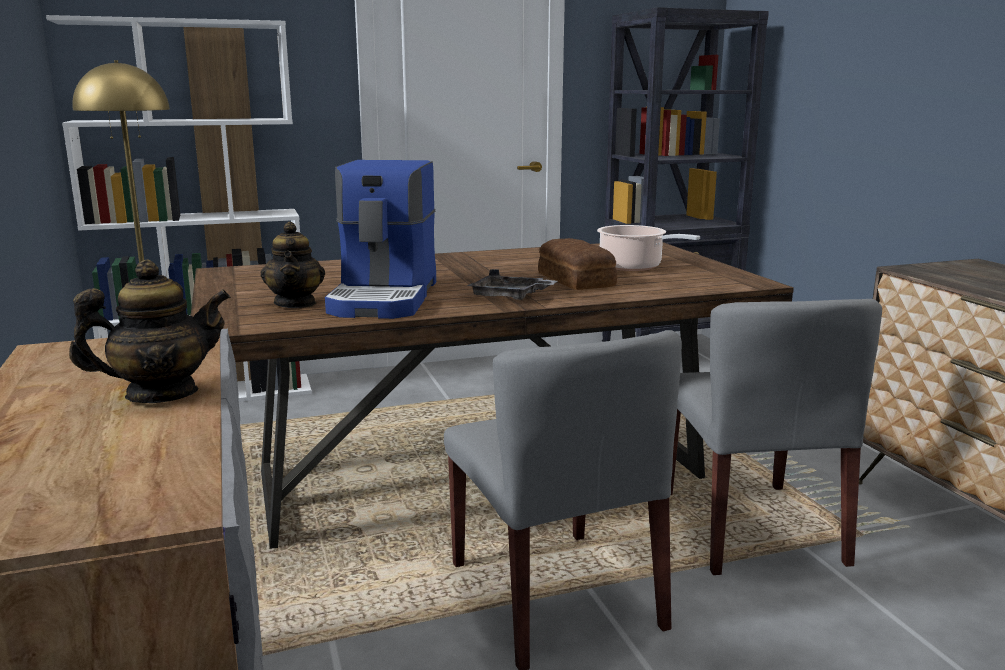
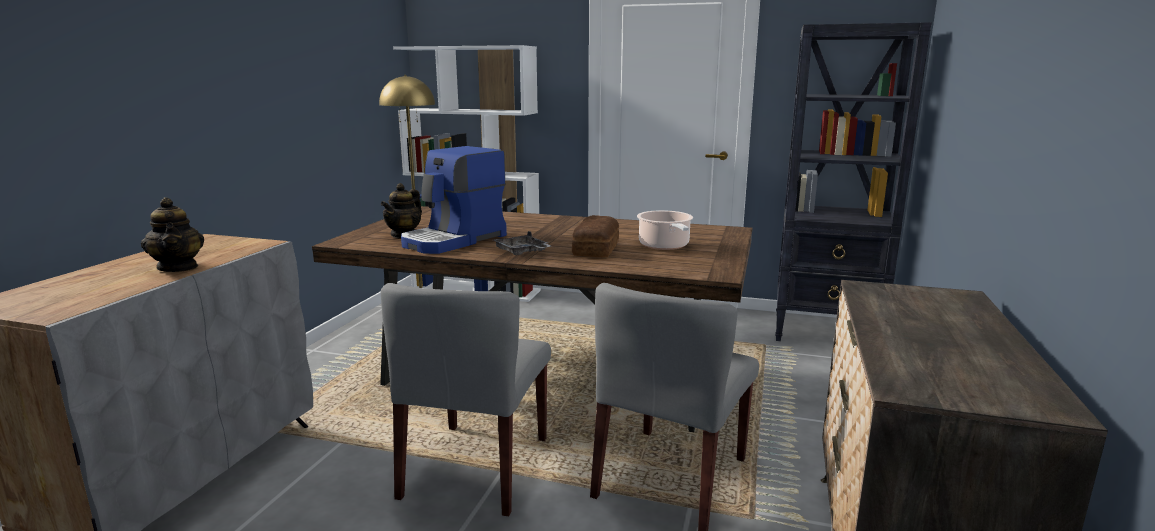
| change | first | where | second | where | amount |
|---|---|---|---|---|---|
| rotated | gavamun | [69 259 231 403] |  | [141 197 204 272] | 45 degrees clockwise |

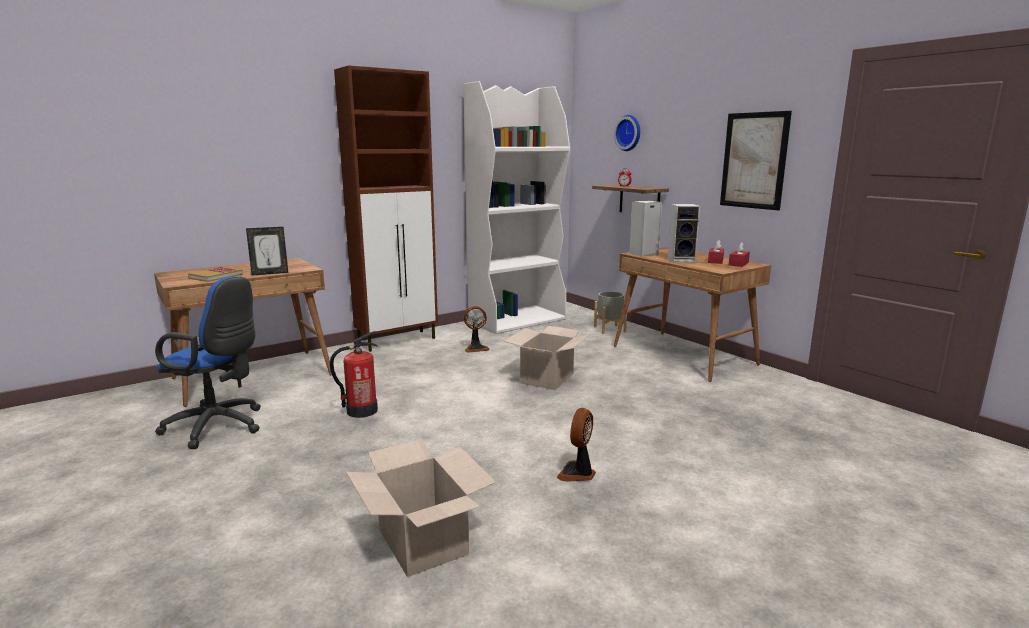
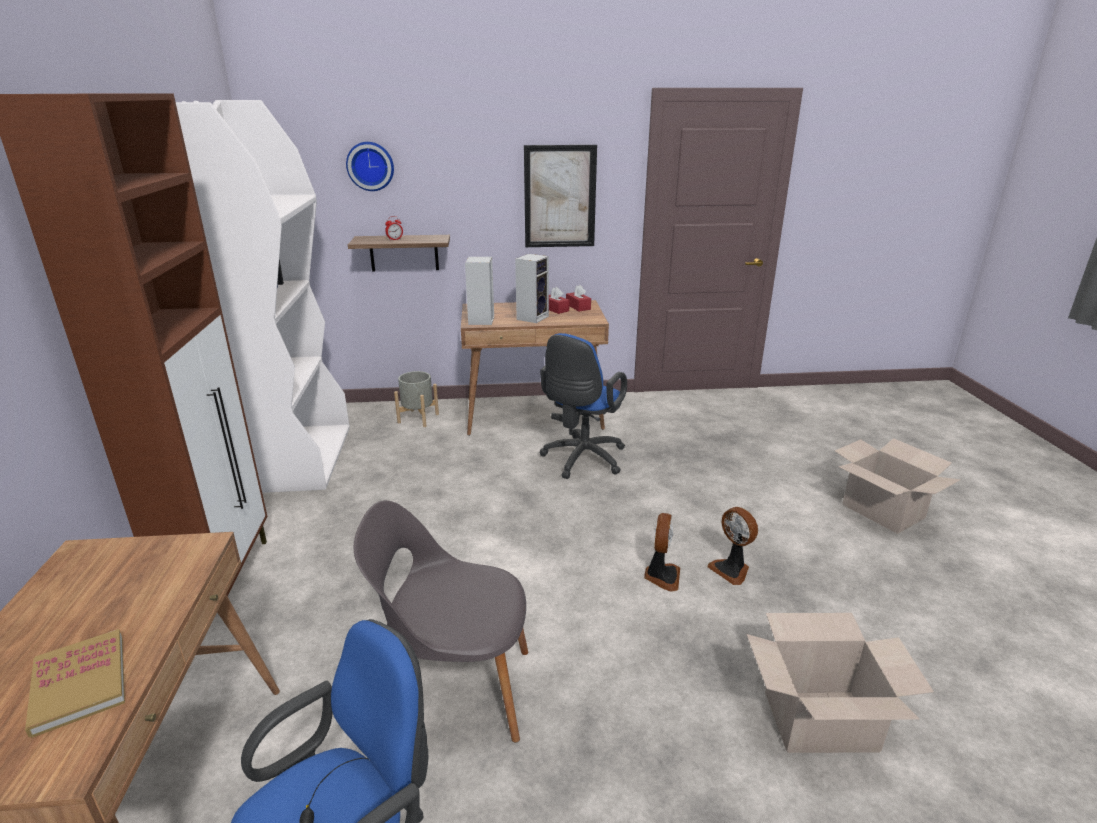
| change | first | where | second | where | amount |
|---|---|---|---|---|---|
| gone | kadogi | [246 227 288 276] |  |  |  |
| swapped | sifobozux | [330 331 378 418] | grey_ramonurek | [354 500 528 743] |  |
| shifted | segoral | [464 306 490 353] |  | [644 513 680 592] |  |
| shifted | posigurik | [504 326 591 390] |  | [835 438 961 534] |  |
| new |  |  | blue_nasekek | [539 333 627 479] |  |

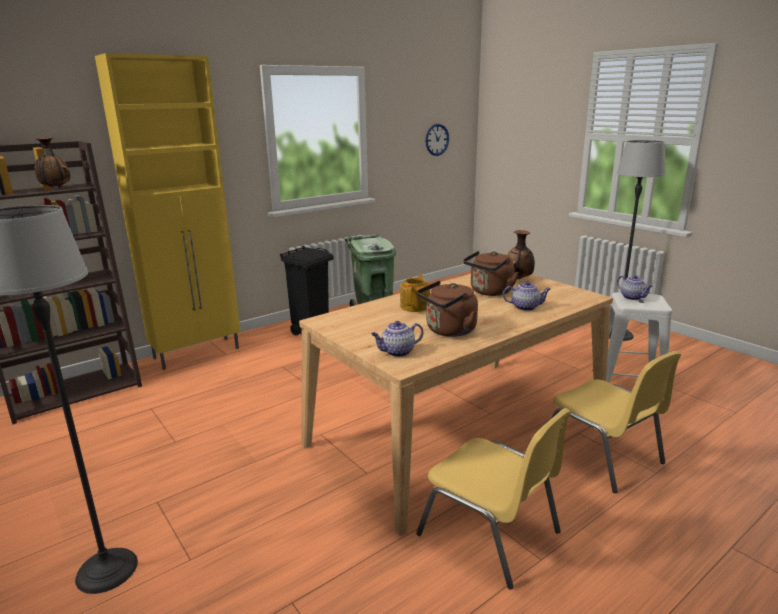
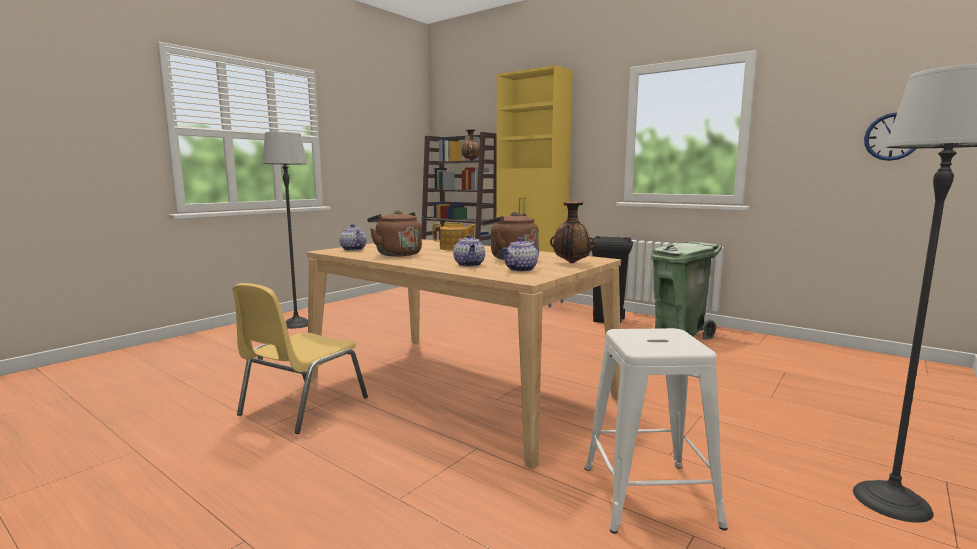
| change | first | where | second | where | amount |
|---|---|---|---|---|---|
| gone | yellow_ramonurek | [551 351 681 493] |  |  |  |
| shifted | gavamun | [617 275 653 300] |  | [502 237 539 272] |  |

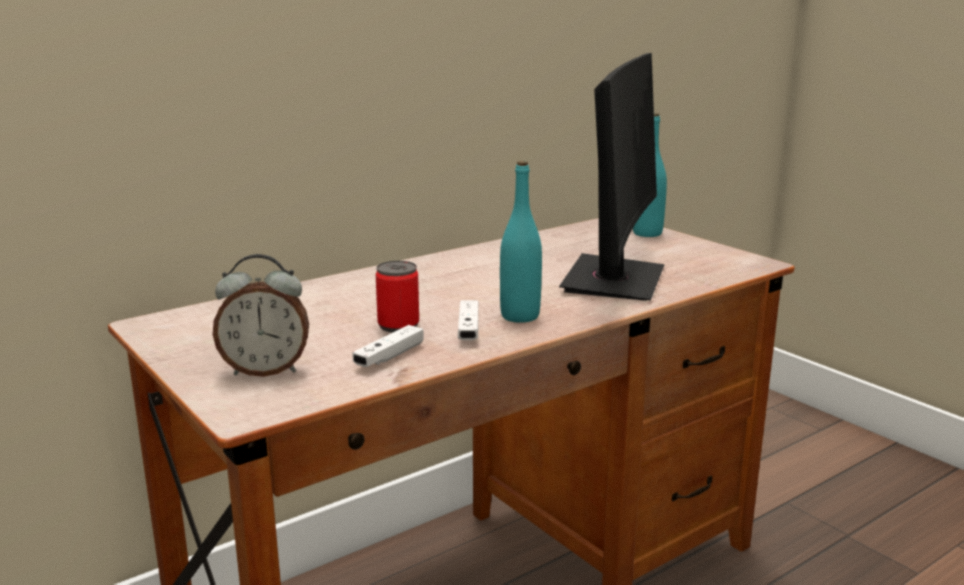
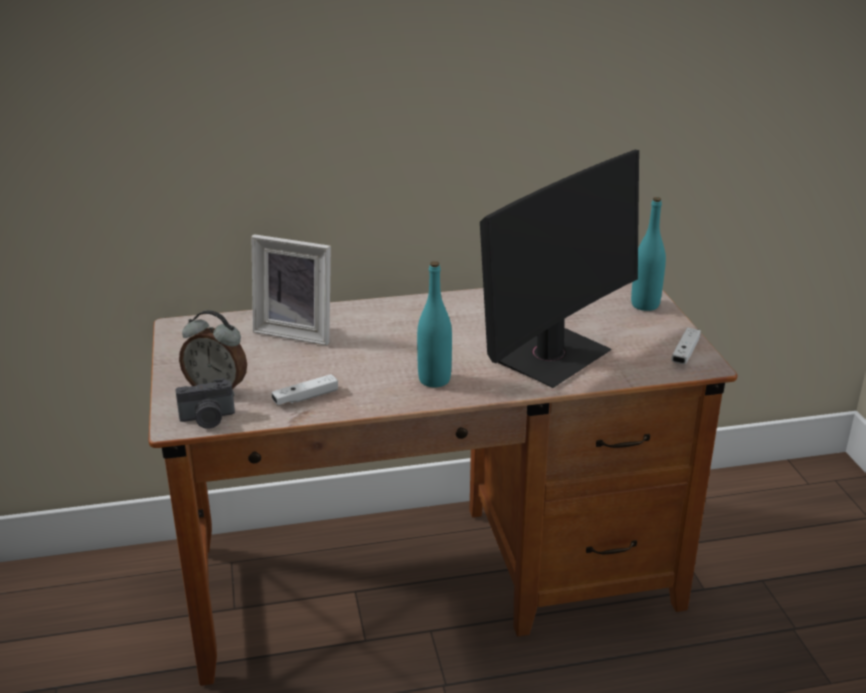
| change | first | where | second | where | amount |
|---|---|---|---|---|---|
| gone | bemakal | [376 261 419 333] |  |  |  |
| shifted | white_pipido | [458 300 479 340] |  | [671 327 701 364] |  |
| new |  |  | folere | [175 378 235 429] |  |
| new |  |  | kadogi | [251 234 331 345] |  |

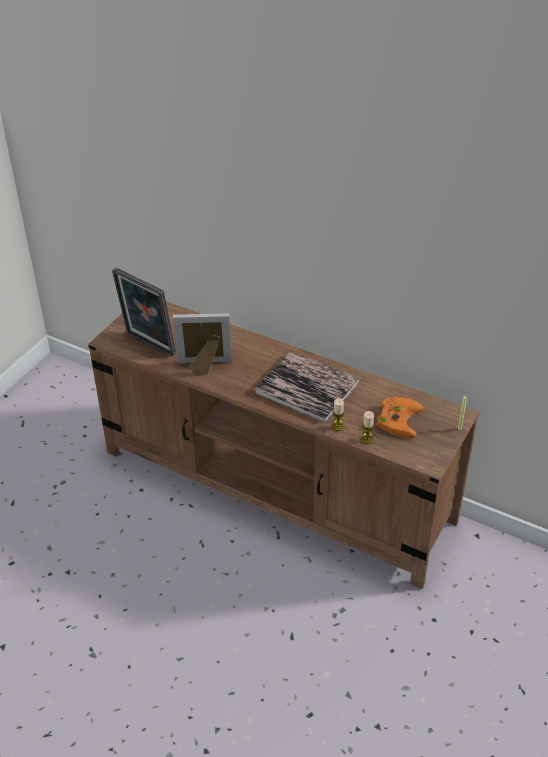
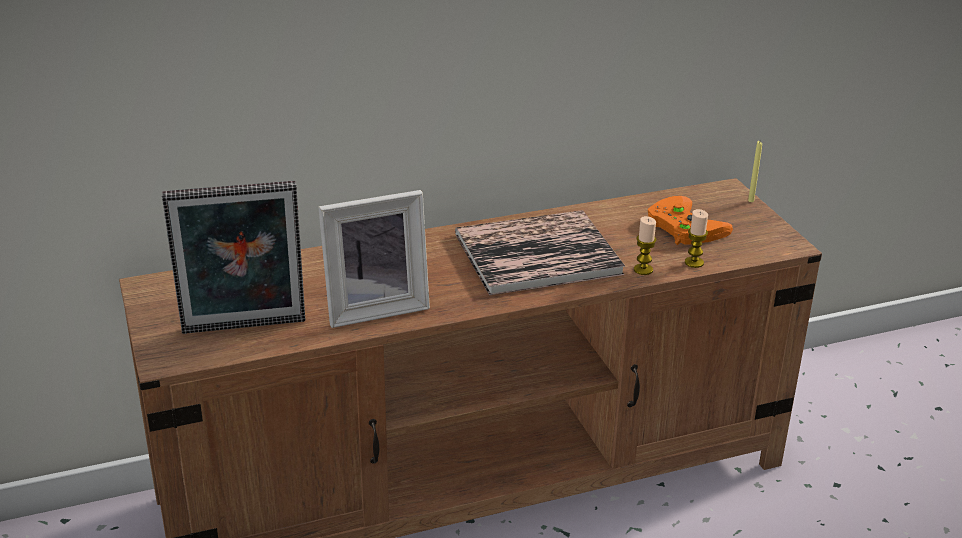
| change | first | where | second | where | amount |
|---|---|---|---|---|---|
| rotated | kadogi | [173 313 232 376] |  | [318 190 430 328] | 150 degrees counterclockwise |

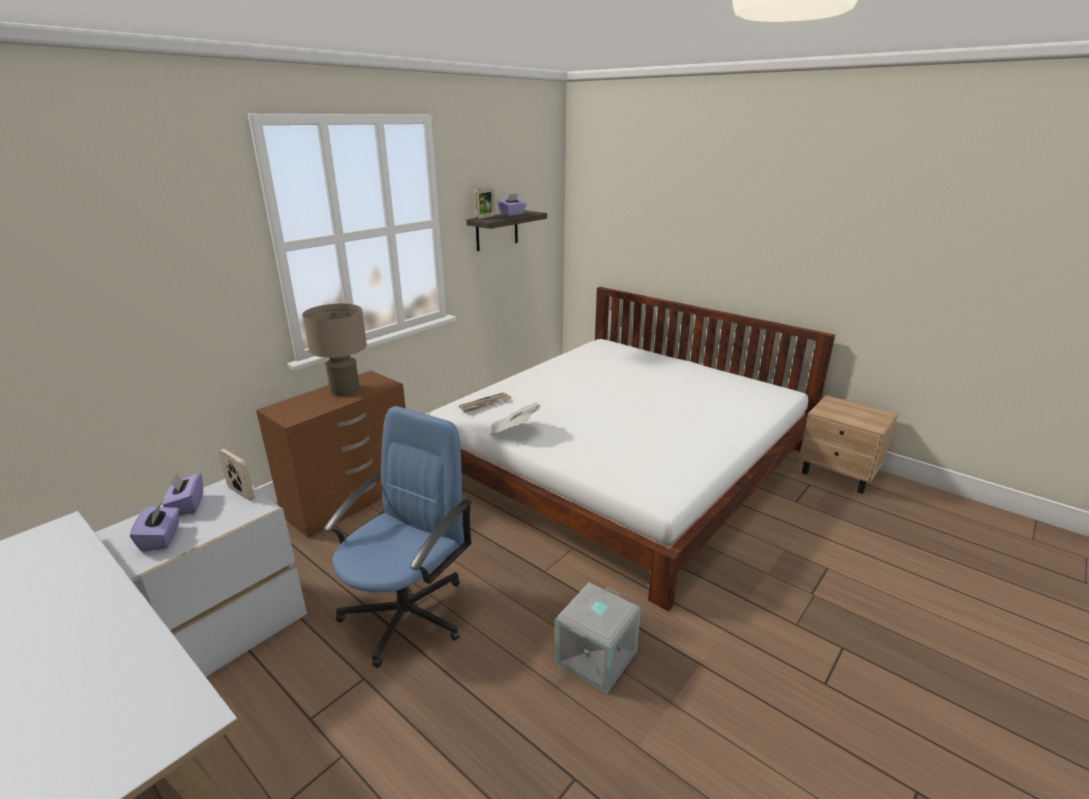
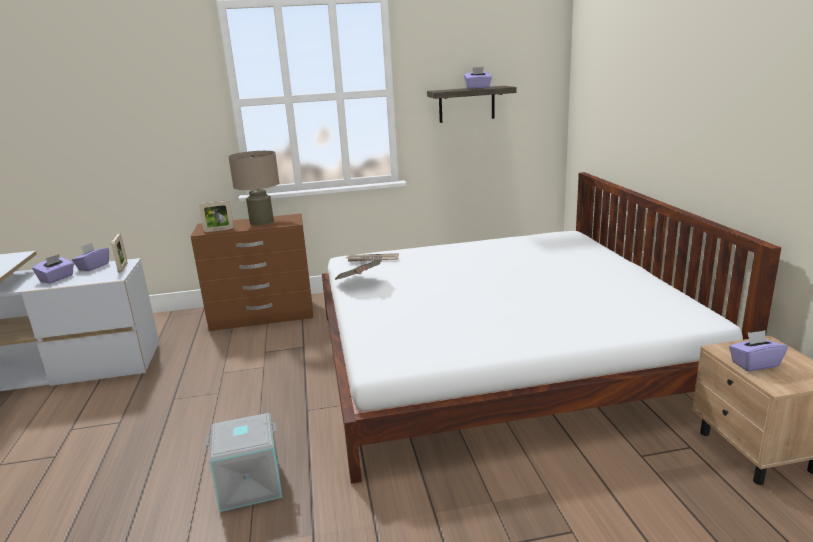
| change | first | where | second | where | amount |
|---|---|---|---|---|---|
| gone | blue_nasekek | [324 406 472 668] |  |  |  |
| shifted | kadogi | [474 187 495 219] |  | [199 200 233 232] |  |
| new |  |  | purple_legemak | [729 330 788 371] |  |

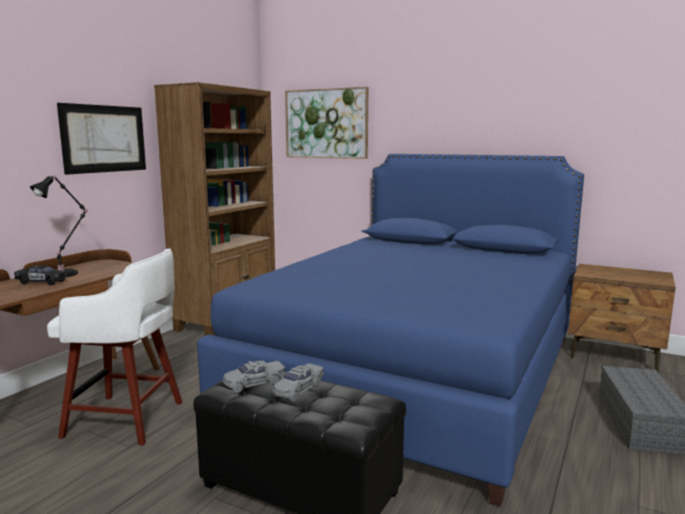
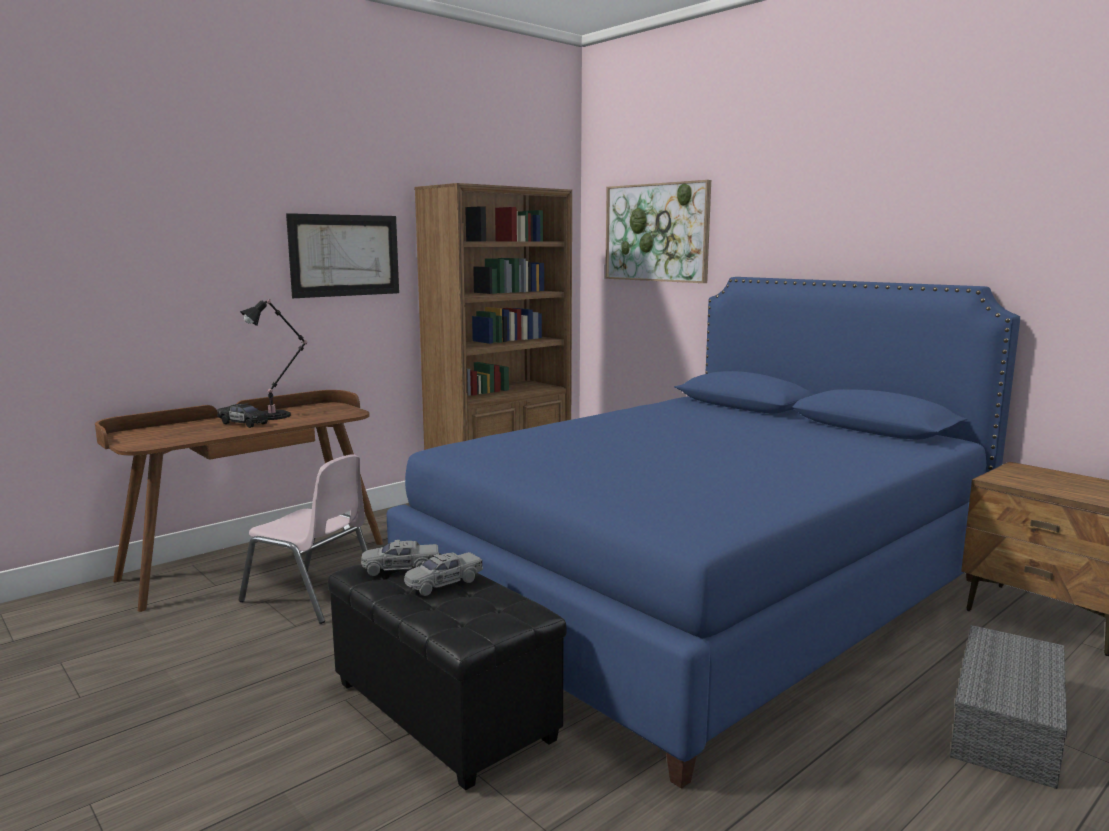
| change | first | where | second | where | amount |
|---|---|---|---|---|---|
| swapped | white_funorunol | [47 248 182 445] | pink_ramonurek | [239 454 368 624] |  |

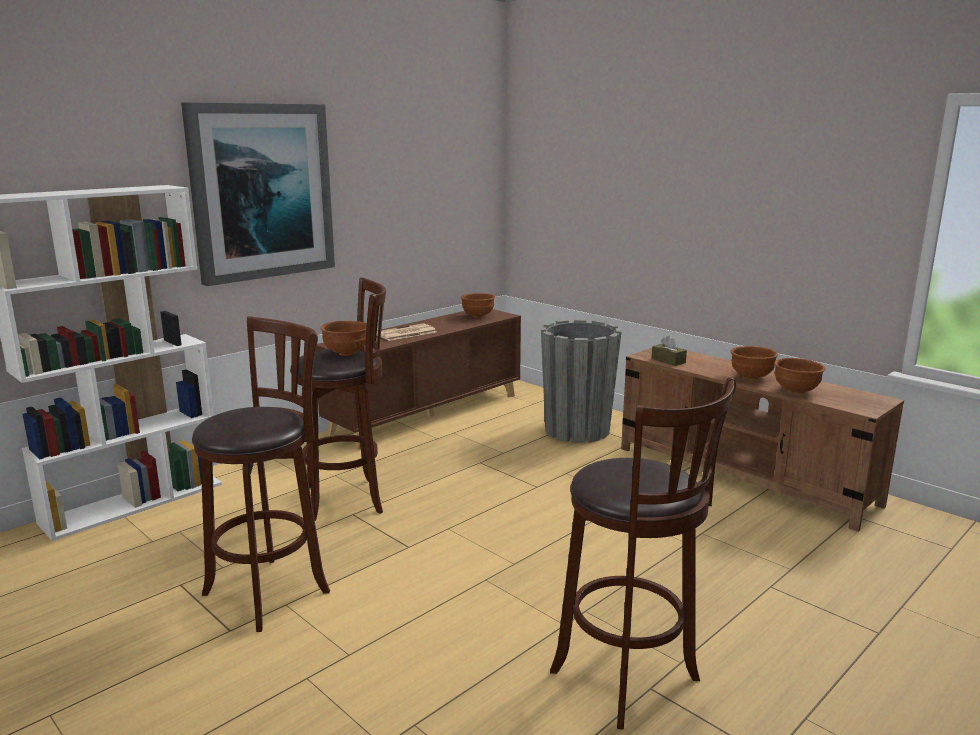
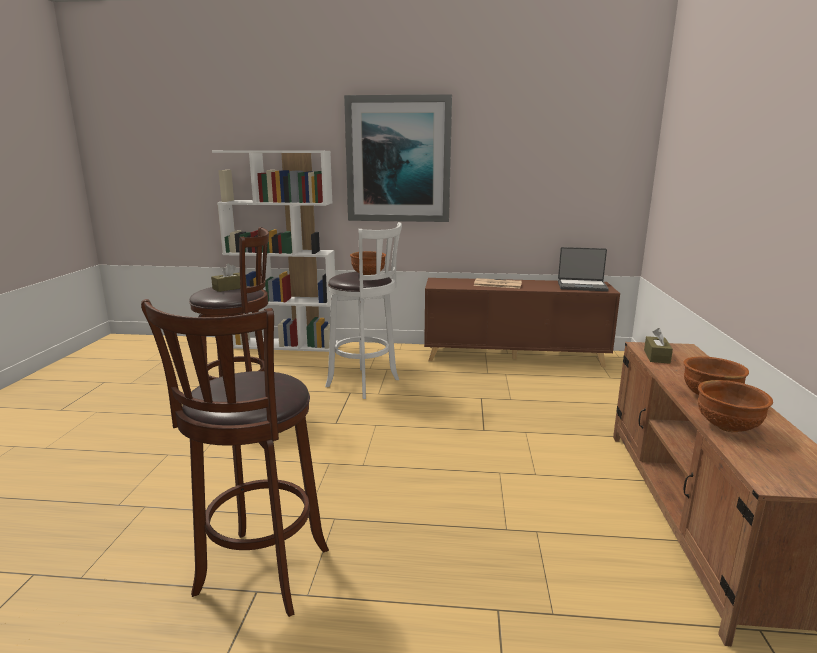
| change | first | where | second | where | amount |
|---|---|---|---|---|---|
| repainted | brown_funorunol | [290 278 386 521] | white_funorunol | [325 222 402 399] |  |
| swapped | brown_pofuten | [461 293 495 318] | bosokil | [558 247 609 291] |  |
| gone | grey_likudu | [541 319 621 443] |  |  |  |
| new |  |  | brown_legemak | [211 264 247 292] |  |

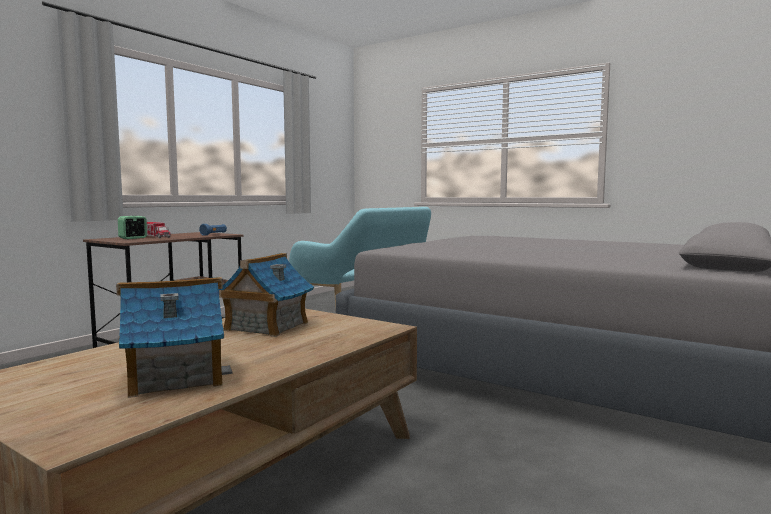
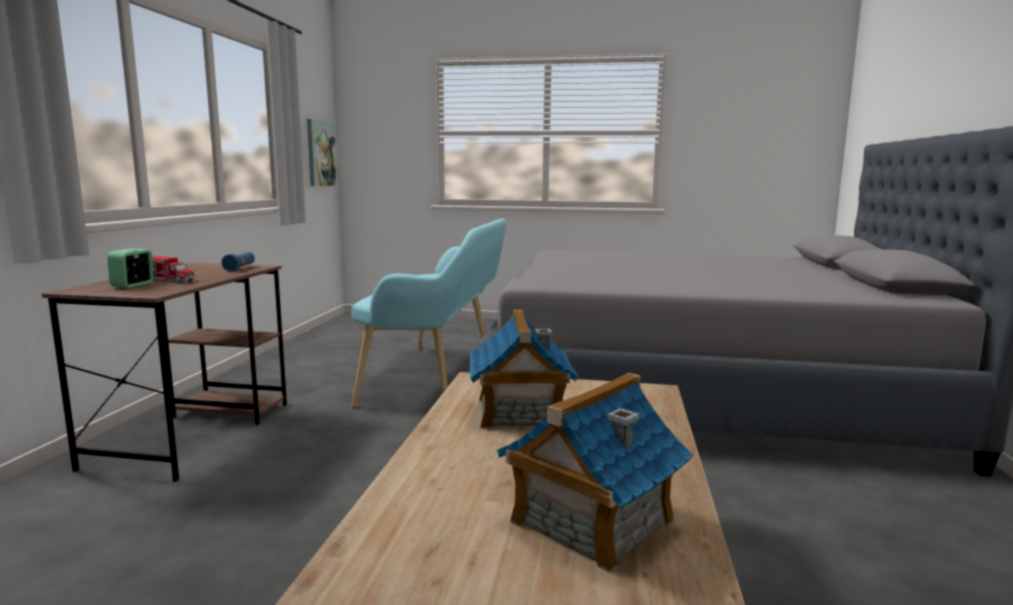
| change | first | where | second | where | amount |
|---|---|---|---|---|---|
| new |  |  | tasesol | [307 119 337 186] |  |

